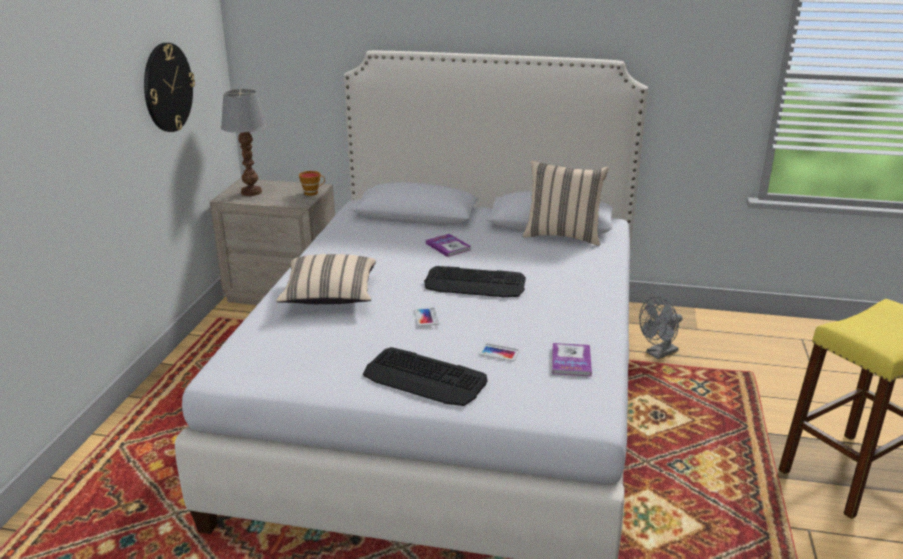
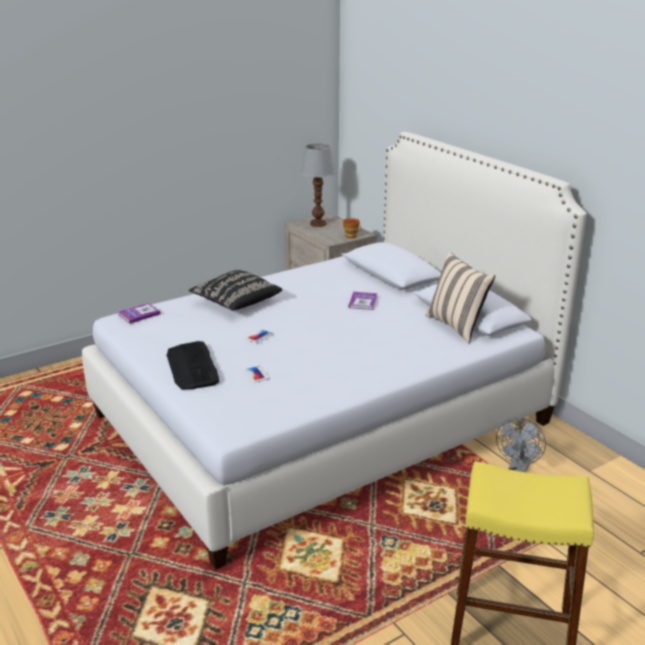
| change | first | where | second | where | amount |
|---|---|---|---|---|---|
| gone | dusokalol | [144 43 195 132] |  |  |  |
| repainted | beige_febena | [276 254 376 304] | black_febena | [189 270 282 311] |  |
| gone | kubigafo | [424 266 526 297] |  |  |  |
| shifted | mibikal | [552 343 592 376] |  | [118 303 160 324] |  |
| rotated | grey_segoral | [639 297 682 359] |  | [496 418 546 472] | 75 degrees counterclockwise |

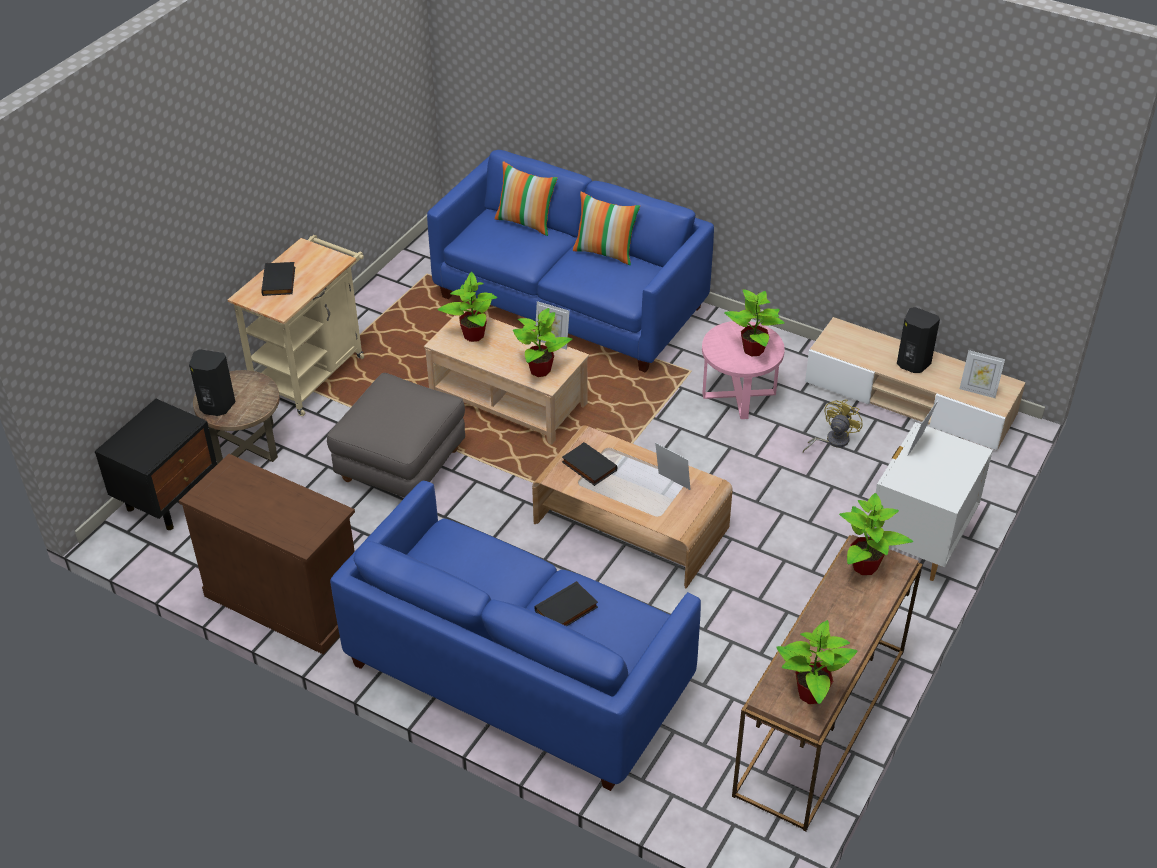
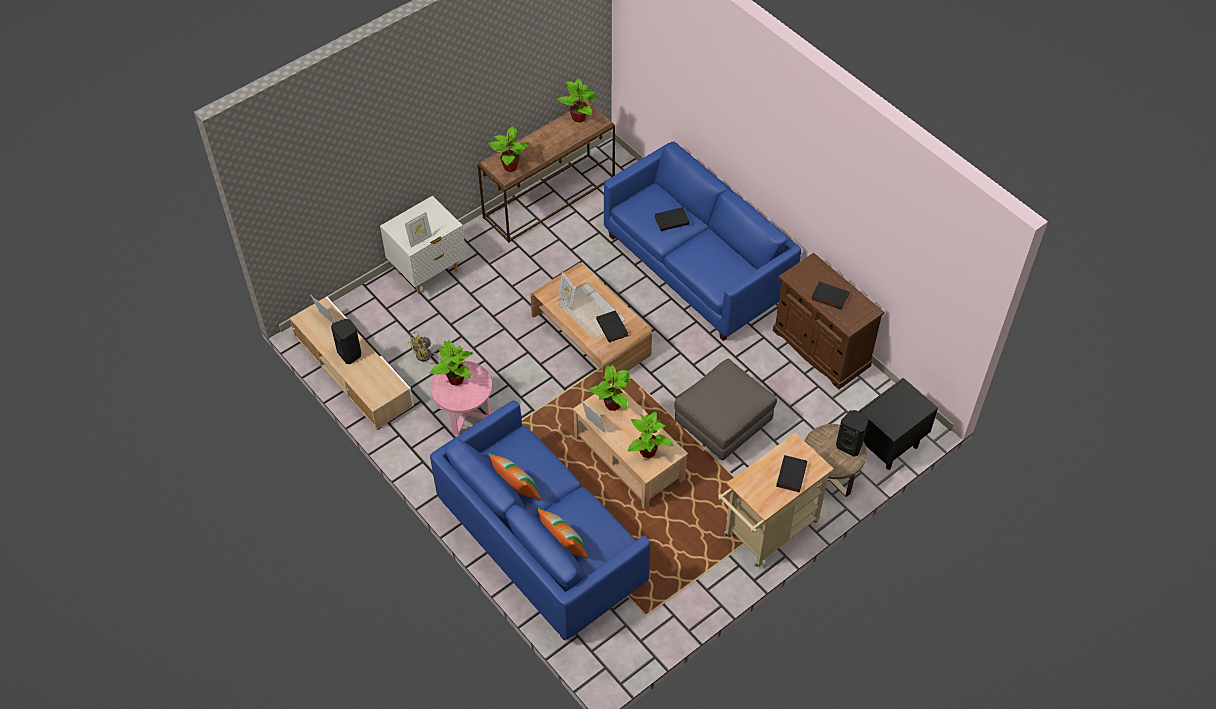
| change | first | where | second | where | amount |
|---|---|---|---|---|---|
| new |  |  | black_mibikal | [811 281 849 310] |  |

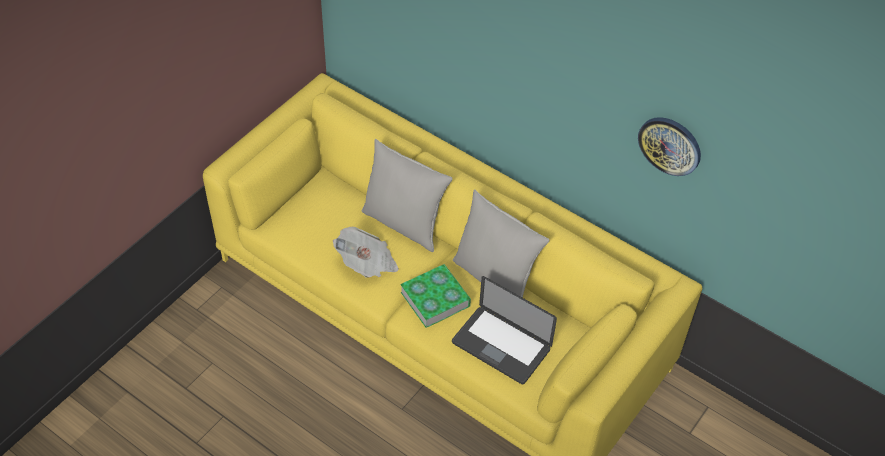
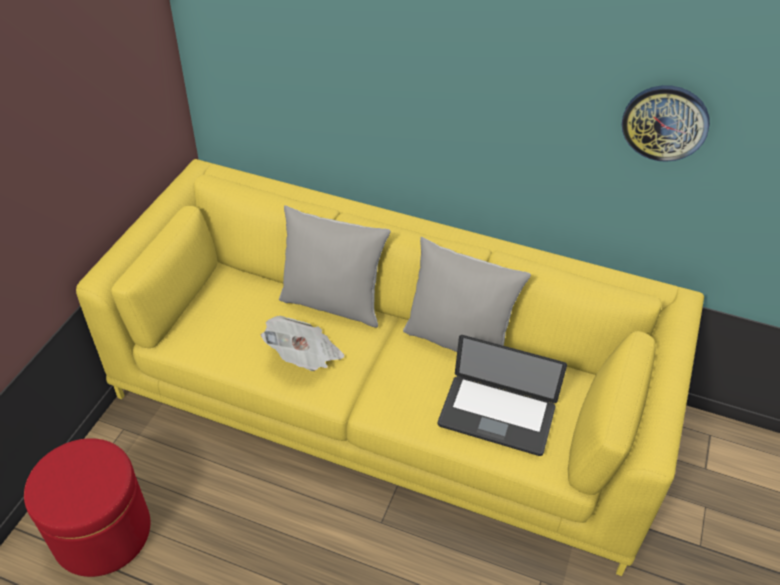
| change | first | where | second | where | amount |
|---|---|---|---|---|---|
| gone | mibikal | [400 264 471 328] |  |  |  |
| new |  |  | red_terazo | [24 438 150 577] |  |

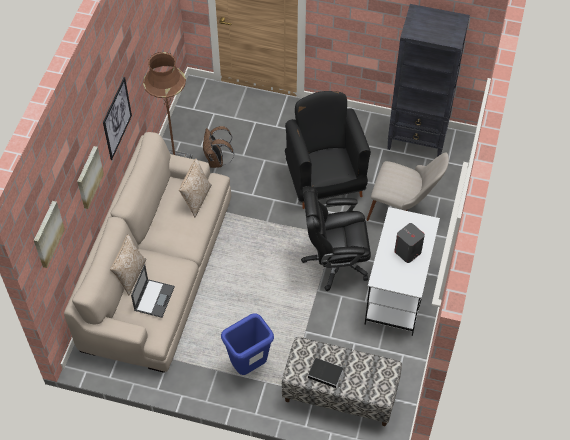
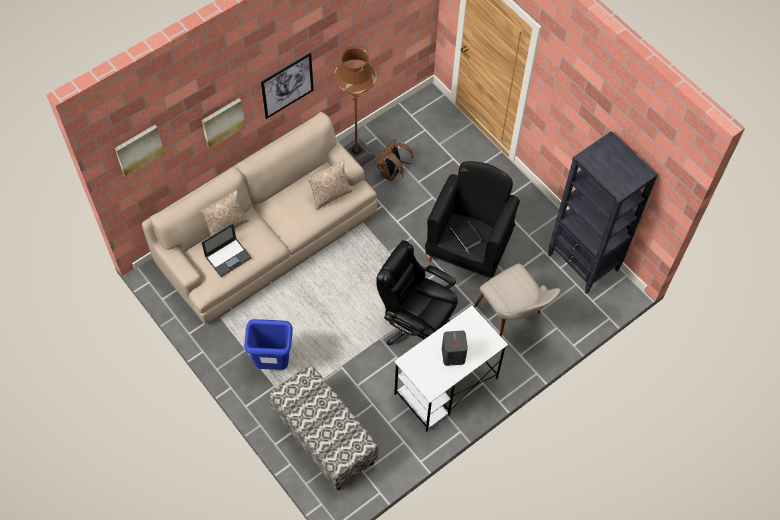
| change | first | where | second | where | amount |
|---|---|---|---|---|---|
| shifted | mibikal | [308 358 343 389] |  | [450 220 481 254] |  |

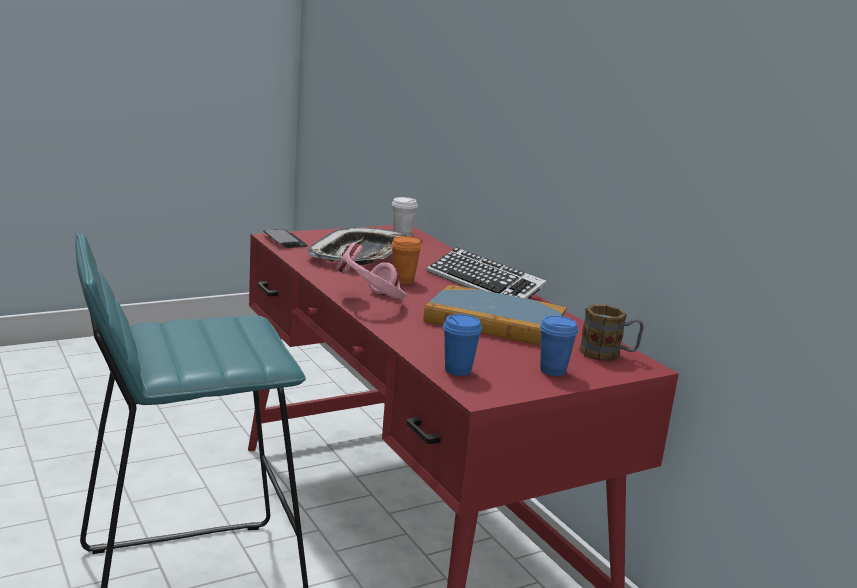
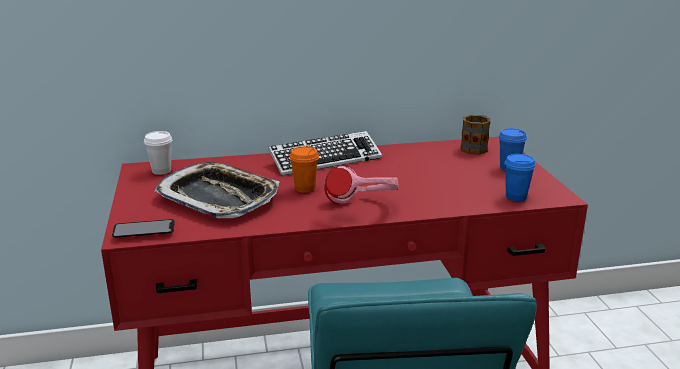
| change | first | where | second | where | amount |
|---|---|---|---|---|---|
| gone | mibikal | [424 284 567 345] |  |  |  |

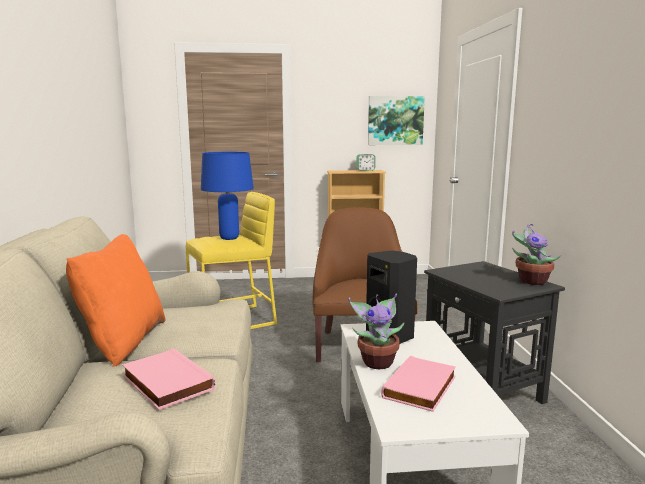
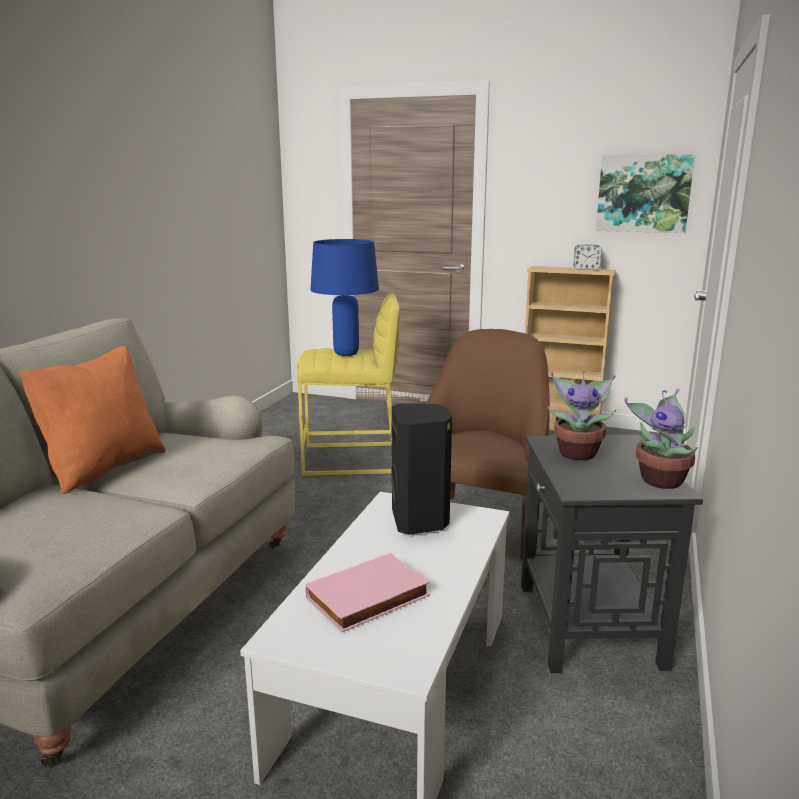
| change | first | where | second | where | amount |
|---|---|---|---|---|---|
| gone | pink_mibikal | [122 348 215 410] |  |  |  |
| shifted | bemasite | [348 294 404 369] |  | [547 371 616 461] |  |

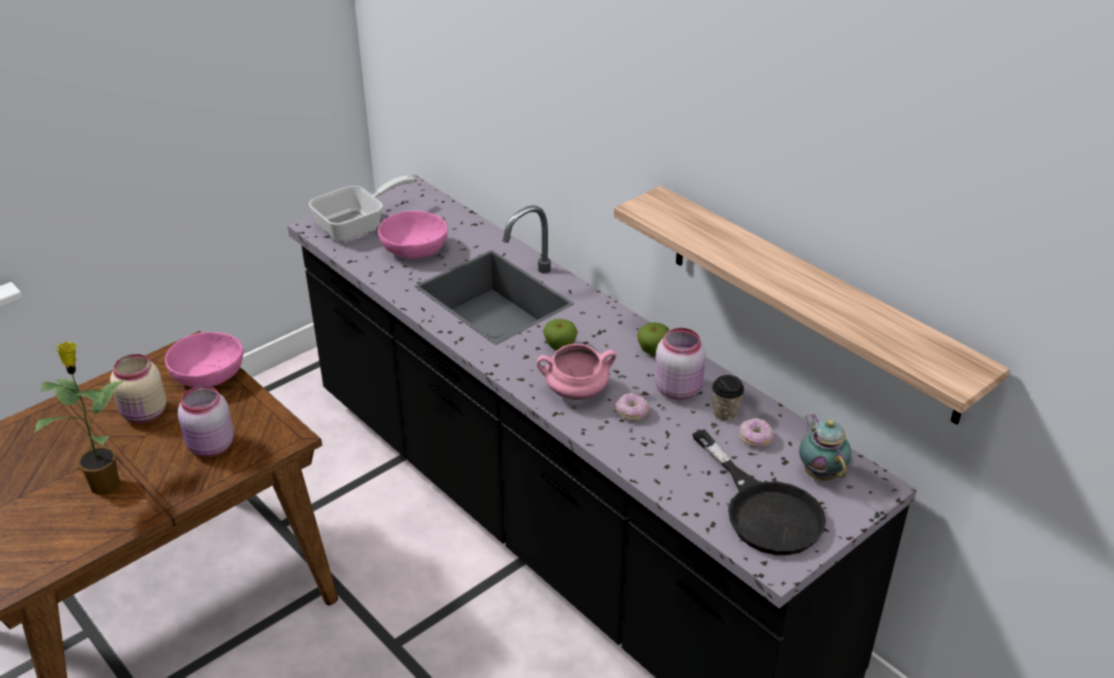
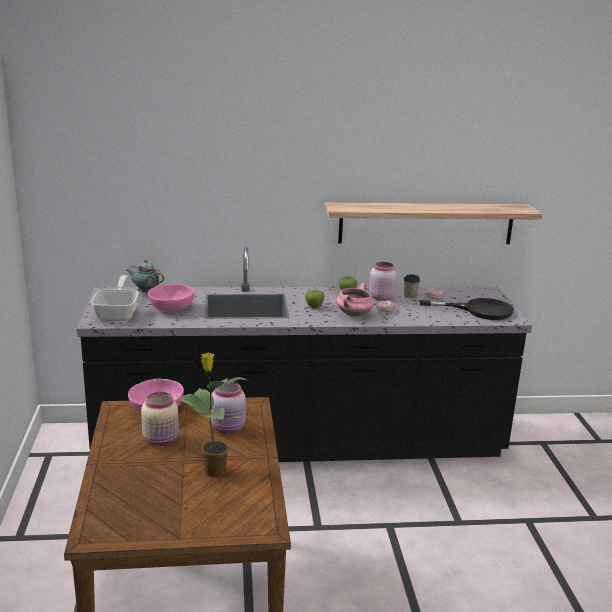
| change | first | where | second | where | amount |
|---|---|---|---|---|---|
| shifted | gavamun | [799 414 851 481] |  | [127 259 164 293] |  |

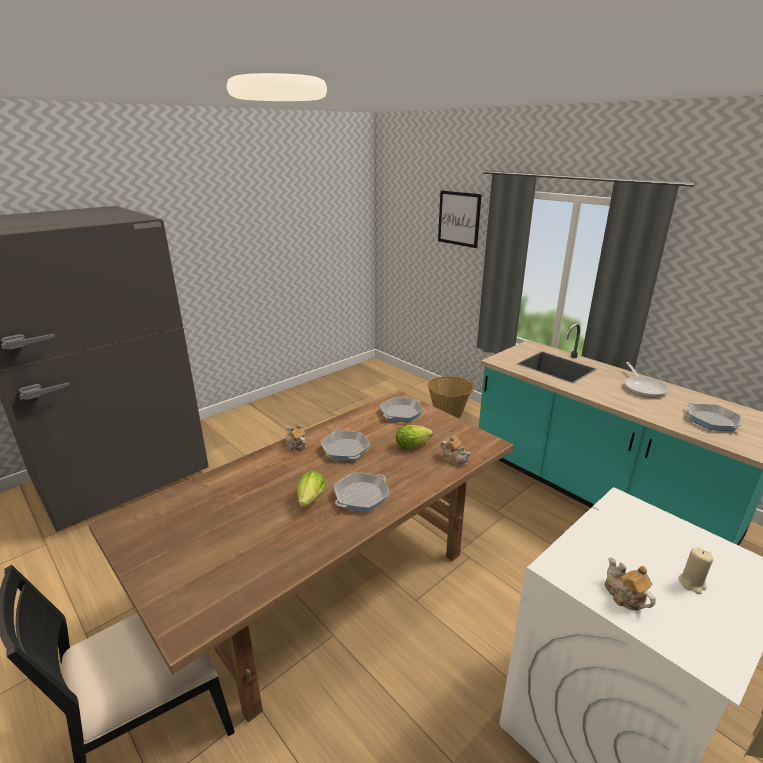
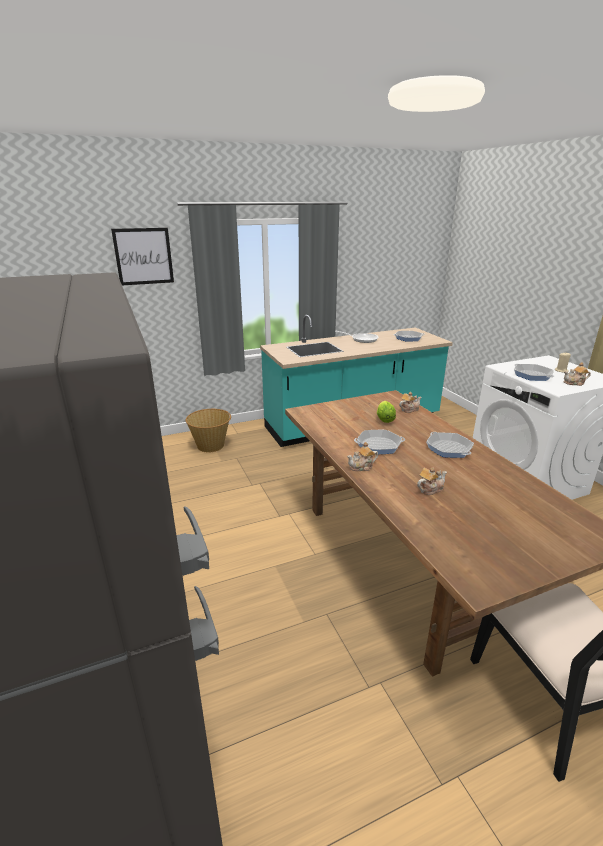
| change | first | where | second | where | amount |
|---|---|---|---|---|---|
| gone | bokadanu | [297 470 326 508] |  |  |  |
| shifted | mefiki | [380 397 424 422] |  | [514 364 554 381] |  |
| new |  |  | gavamun | [417 467 447 495] |  |

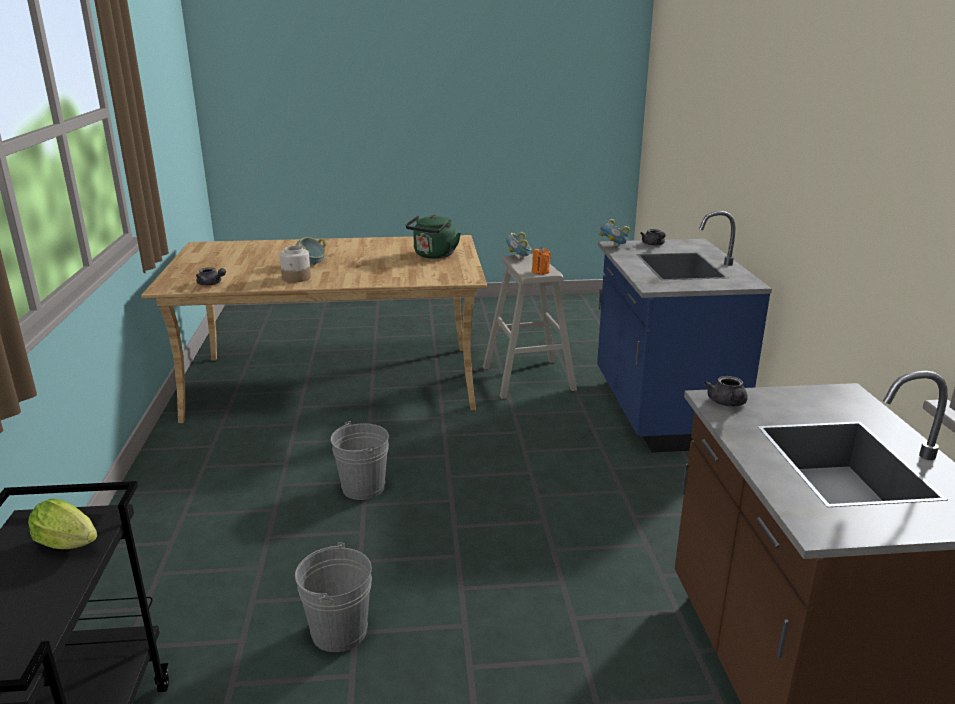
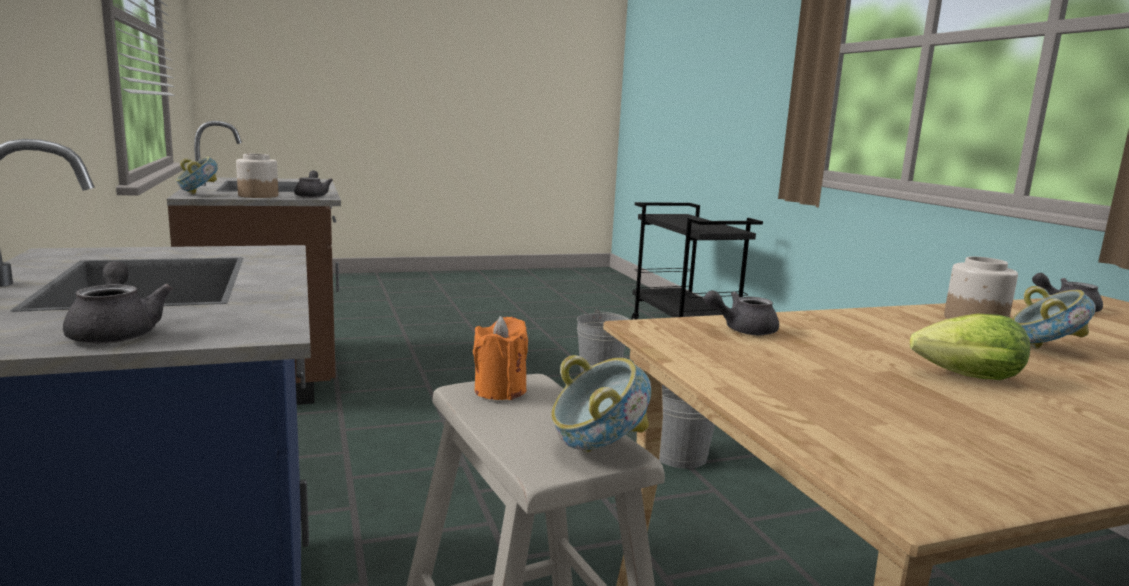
| change | first | where | second | where | amount |
|---|---|---|---|---|---|
| shifted | bokadanu | [28 499 97 549] |  | [910 314 1030 380] |  |
| gone | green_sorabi | [406 214 461 259] |  |  |  |
| shifted | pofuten | [599 219 630 247] |  | [176 157 218 195] |  |
| new |  |  | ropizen | [236 154 278 198] |  |
| new |  |  | grey_gavamun | [704 290 779 335] |  |

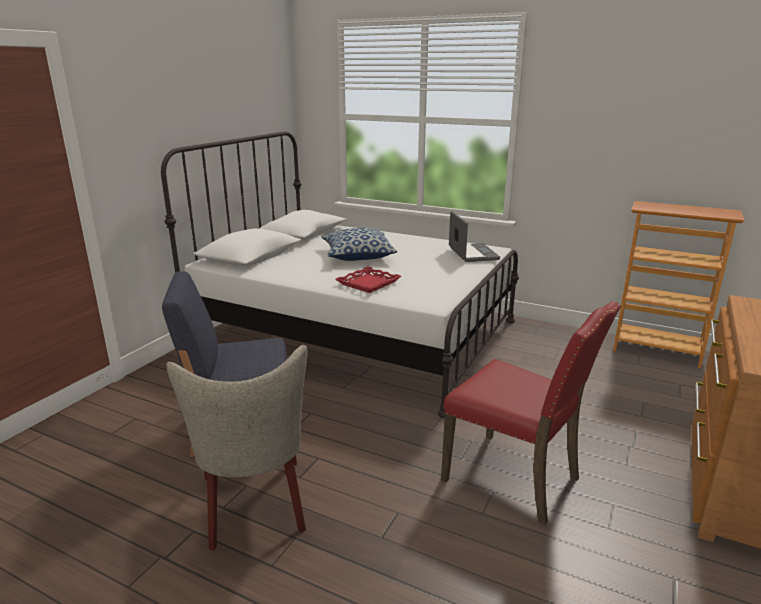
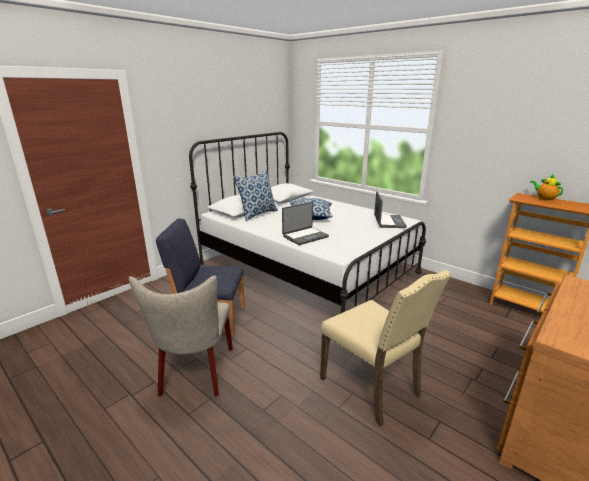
| change | first | where | second | where | amount |
|---|---|---|---|---|---|
| swapped | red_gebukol | [335 266 401 293] | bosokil | [282 202 329 245] |  |
| repainted | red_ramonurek | [441 301 621 525] | beige_ramonurek | [320 270 452 426] |  |
| new |  |  | febena | [233 169 278 221] |  |
| new |  |  | gavamun | [530 174 563 201] |  |

